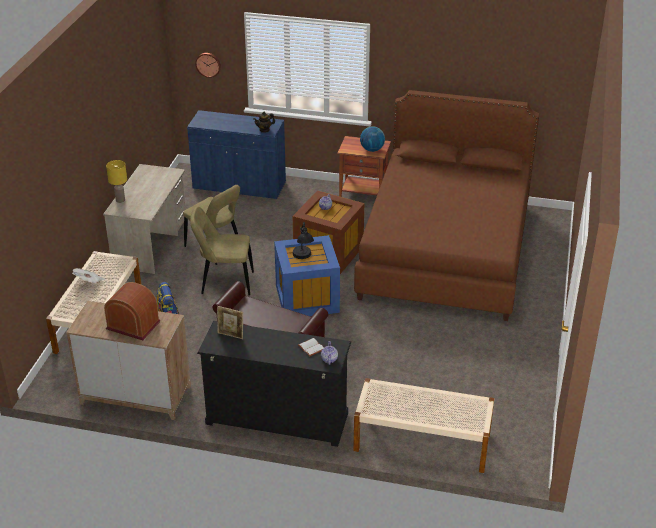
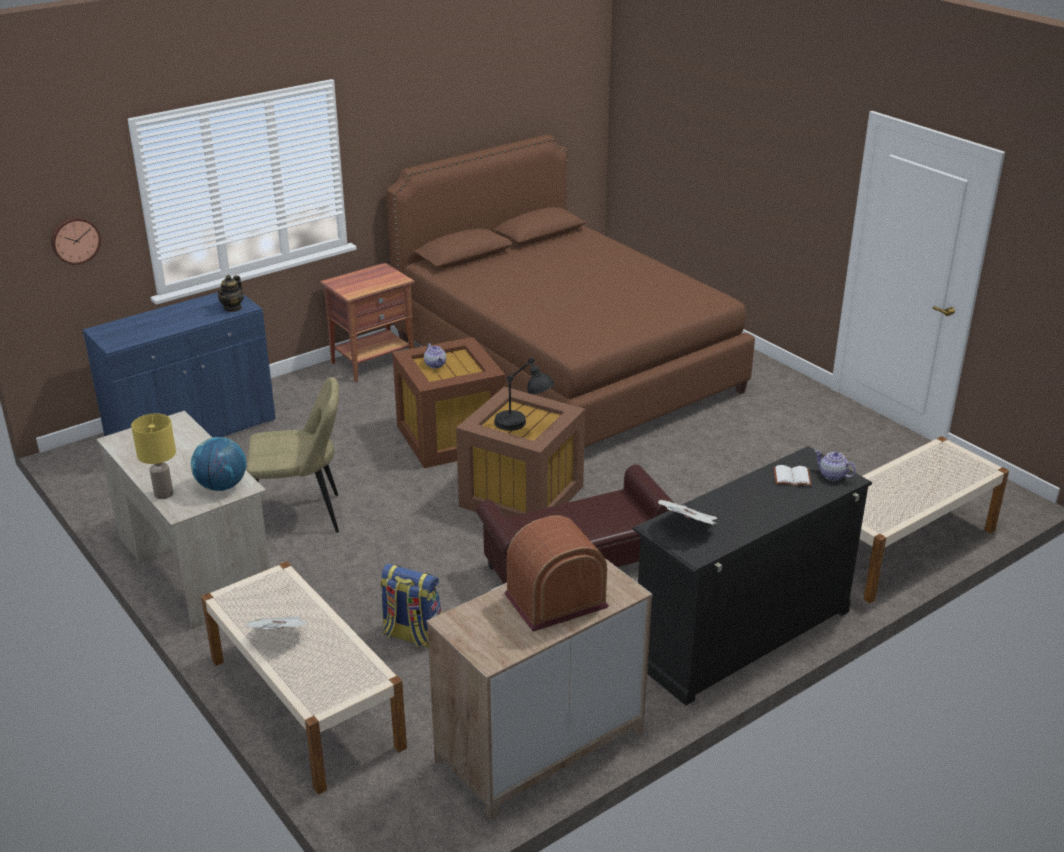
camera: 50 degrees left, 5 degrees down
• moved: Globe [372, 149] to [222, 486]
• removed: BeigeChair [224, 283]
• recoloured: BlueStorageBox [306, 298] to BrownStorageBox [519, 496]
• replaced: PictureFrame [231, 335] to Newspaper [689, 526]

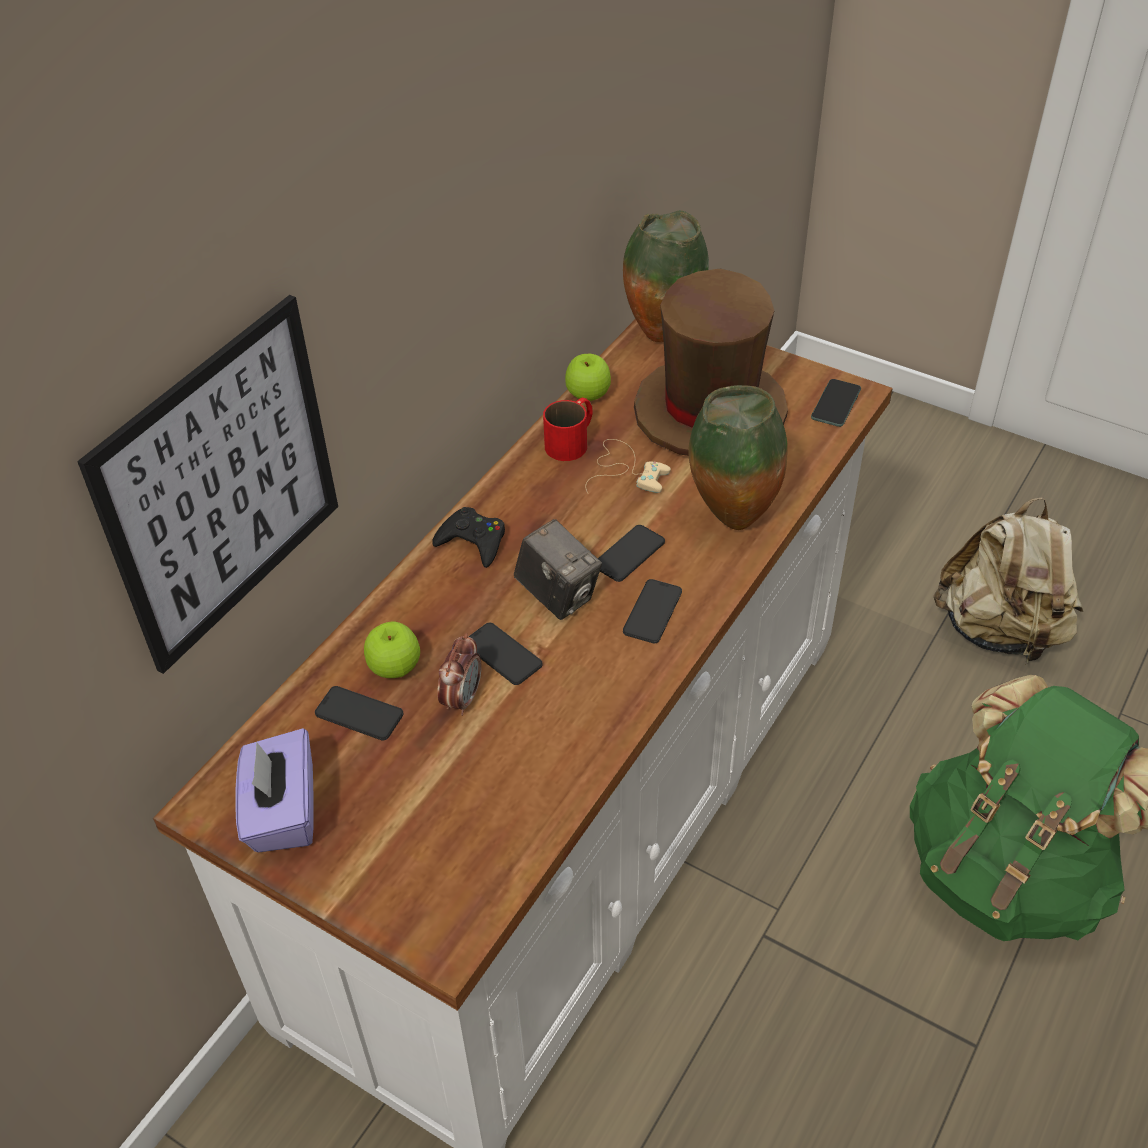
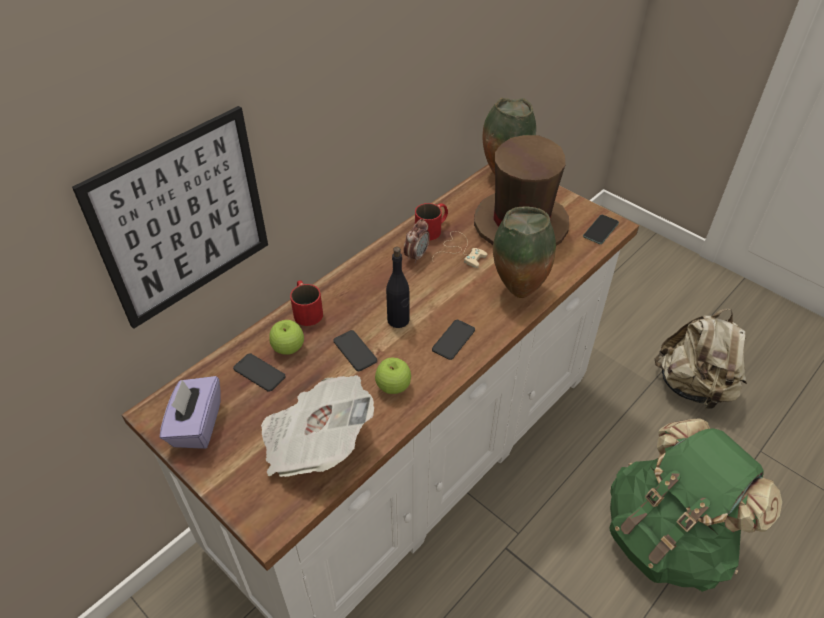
camera: 10 degrees right, 0 degrees up
• moved: Apple [588, 395] to [393, 387]
• removed: BlackGameController [473, 542]
• replaced: PhotoCamera [558, 595] to BlackBottle [398, 320]
• removed: Phone [629, 554]
• moved: AlarmClock [462, 699] to [416, 256]
• added: RedMug [306, 309]
• added: Newspaper [315, 442]

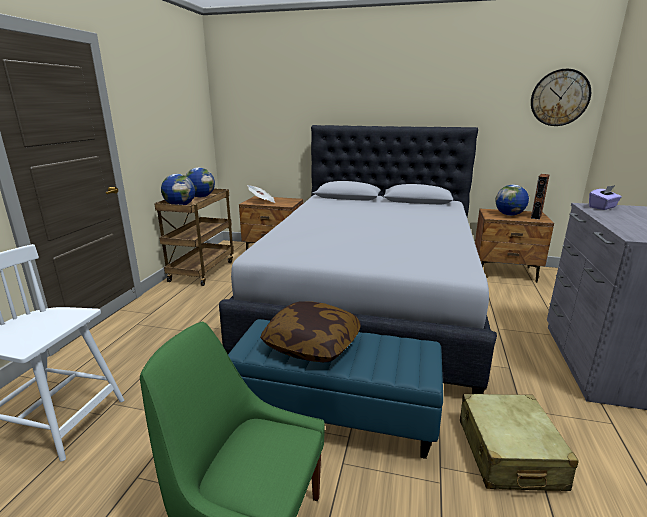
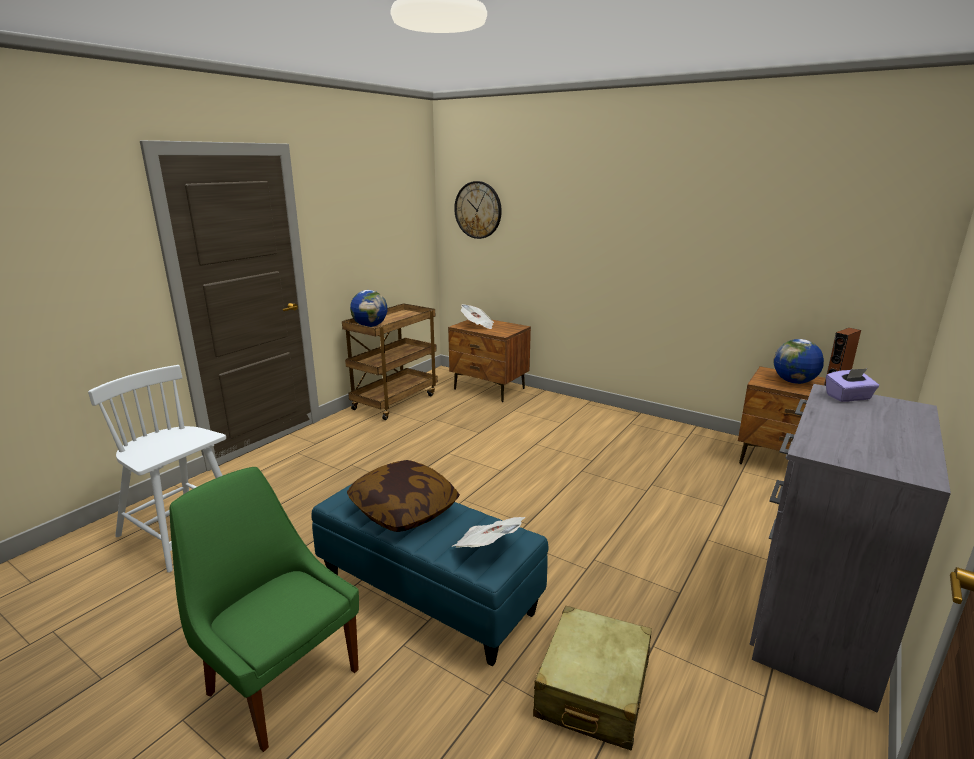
camera: 20 degrees right, 0 degrees up
• moved: WallClock [559, 98] to [478, 210]
• removed: GreyBed [370, 300]
• removed: Globe [201, 197]
• added: Newspaper [488, 548]

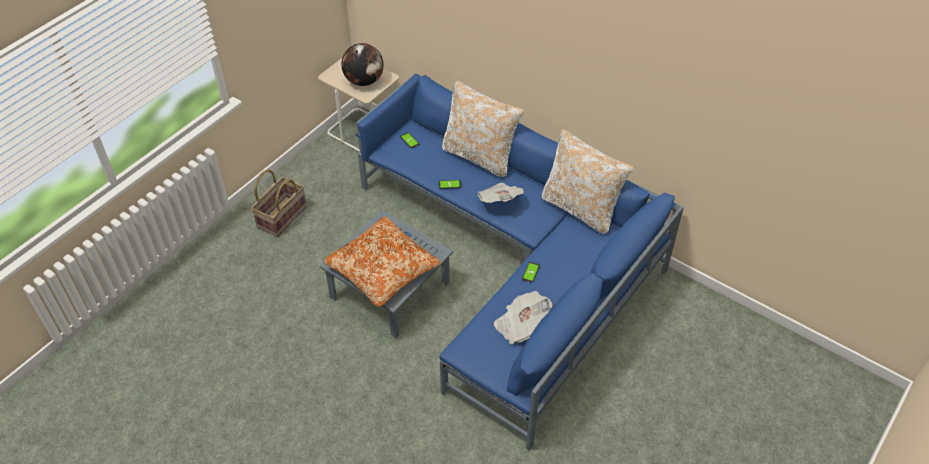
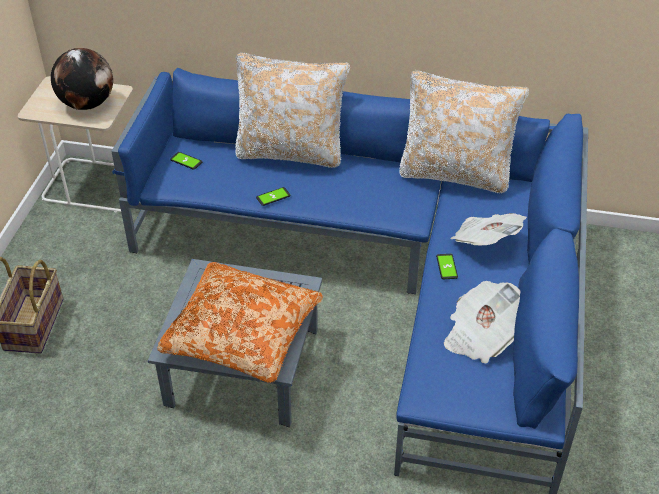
camera: 25 degrees left, 5 degrees down
• moved: Newspaper [499, 201] to [485, 241]

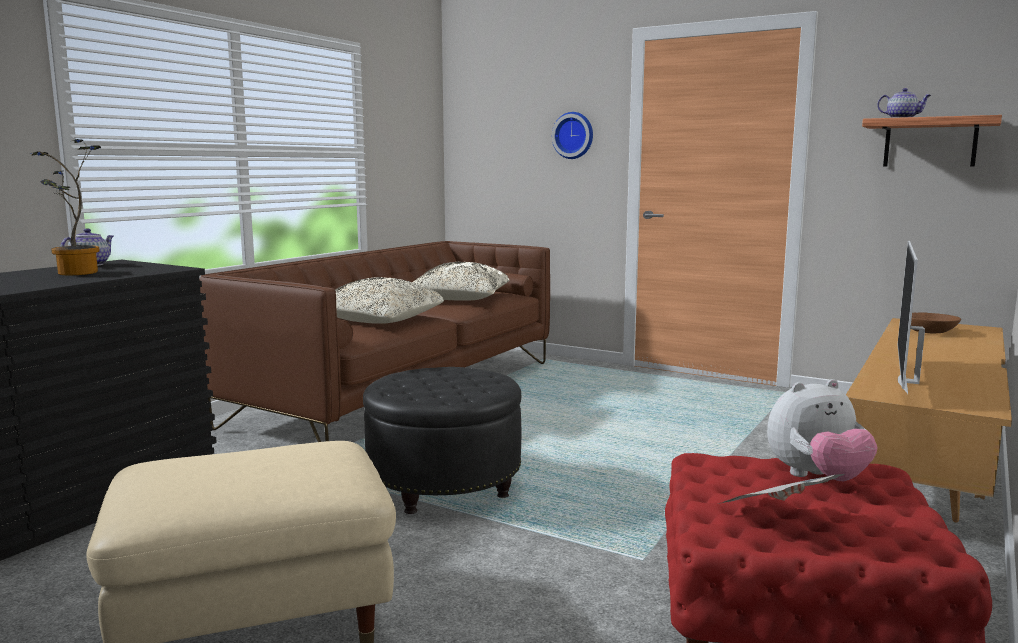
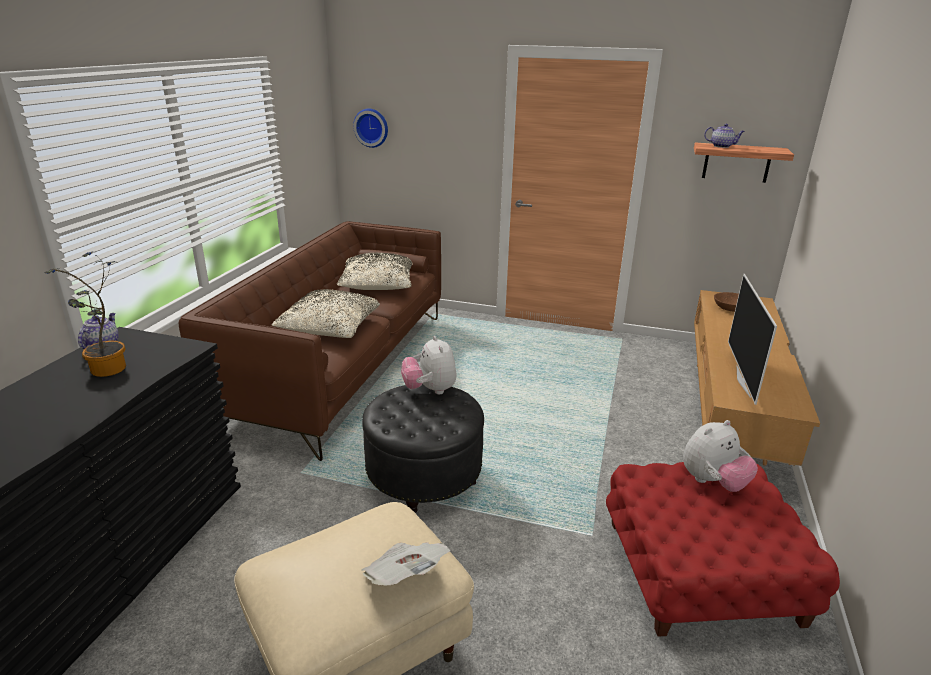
camera: 15 degrees left, 15 degrees up
• moved: WallClock [574, 135] to [372, 127]
• moved: Newspaper [776, 519] to [405, 577]
• added: PlushToy [430, 390]

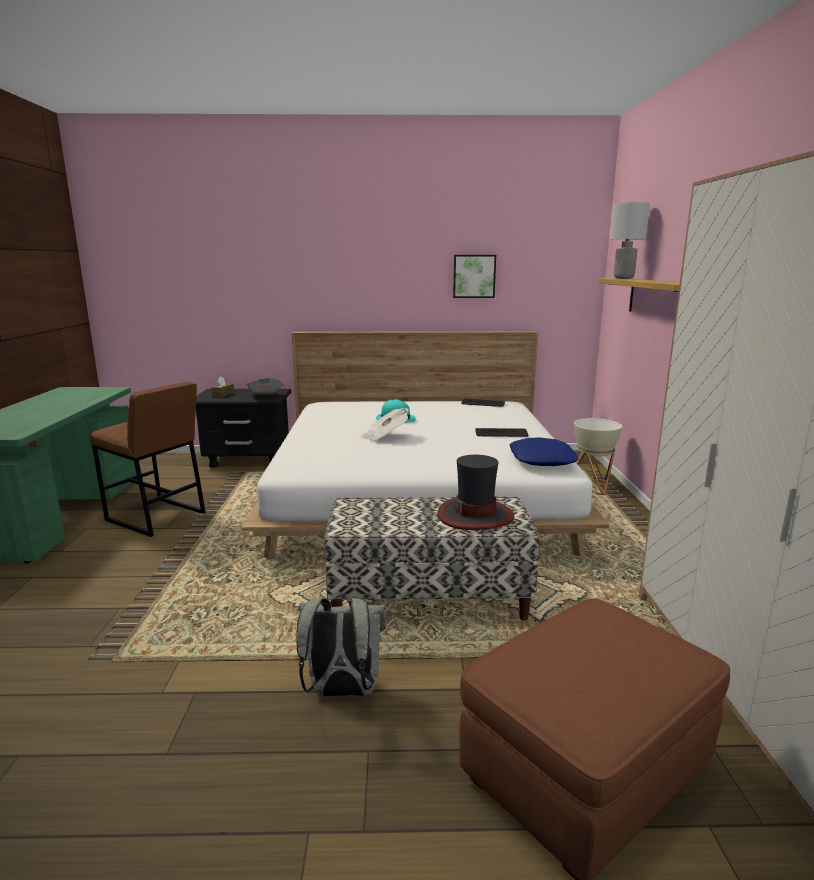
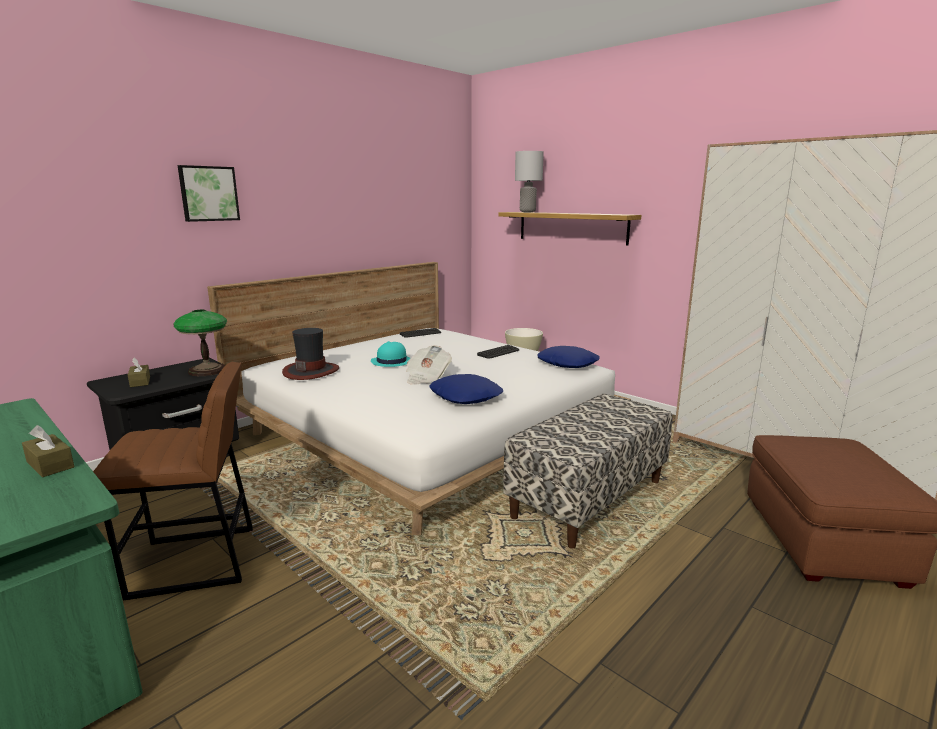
camera: 45 degrees left, 0 degrees up
• moved: Picture [474, 276] to [208, 193]
• replaced: Newspaper [266, 396] to TableLamp [207, 370]
• moved: Hat [475, 515] to [311, 371]
• removed: GreyBackpack [342, 691]
• added: BluePillow [466, 396]
• added: BrownTissueBox [50, 464]

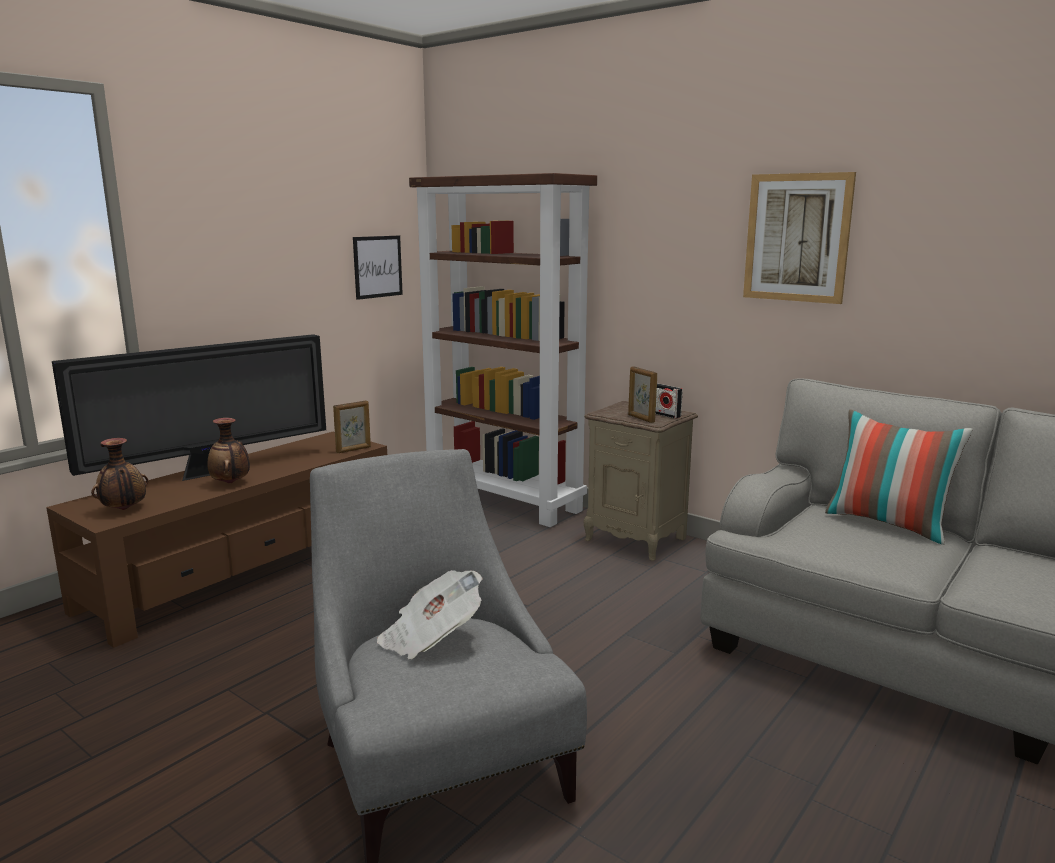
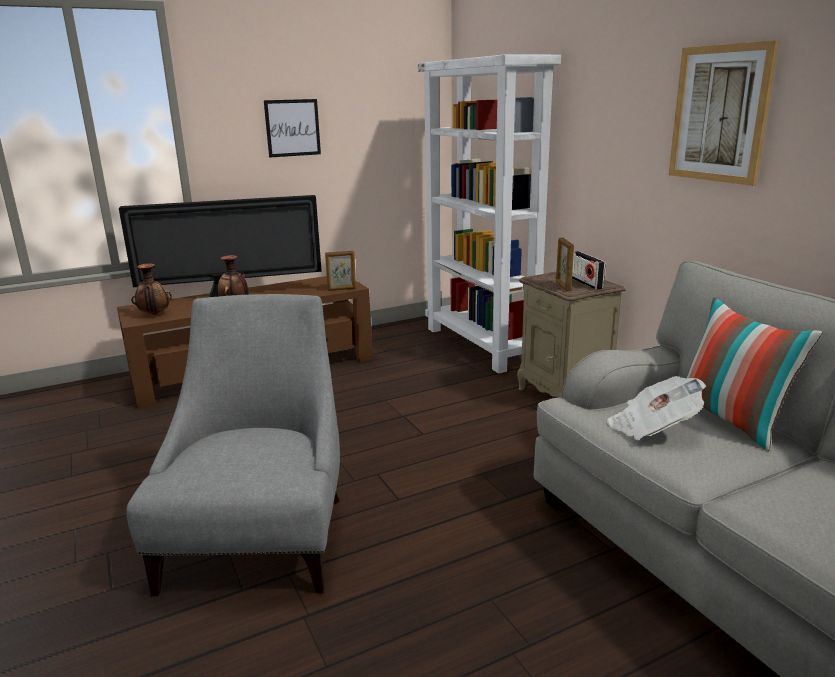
camera: 25 degrees right, 5 degrees up
• recoloured: BrownBookcase [504, 500] to WhiteBookcase [481, 345]
• moved: Picture [377, 266] to [292, 128]
• moved: Newspaper [431, 638] to [652, 428]

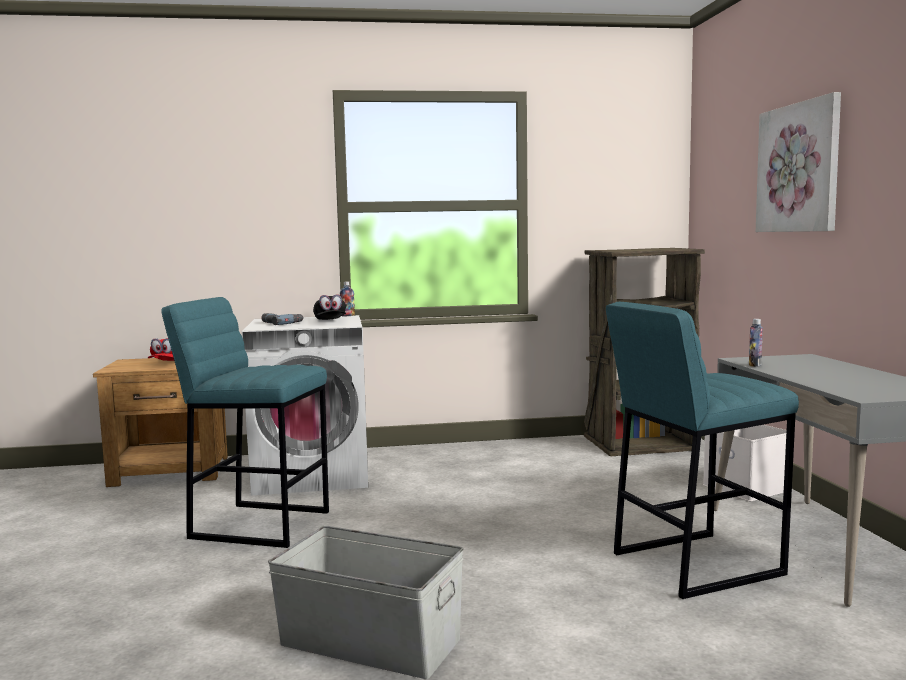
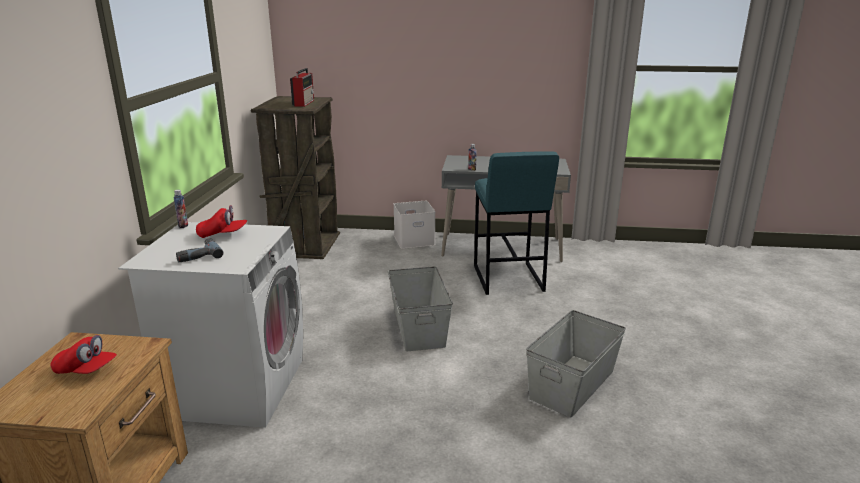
camera: 75 degrees left, 15 degrees up
• removed: Picture [799, 168]
• recoloured: BlackCap [330, 321] to RedCap [222, 234]
• removed: TurquoiseStool [257, 524]
• added: Radio [304, 103]
• added: GreyStorageBox [419, 327]

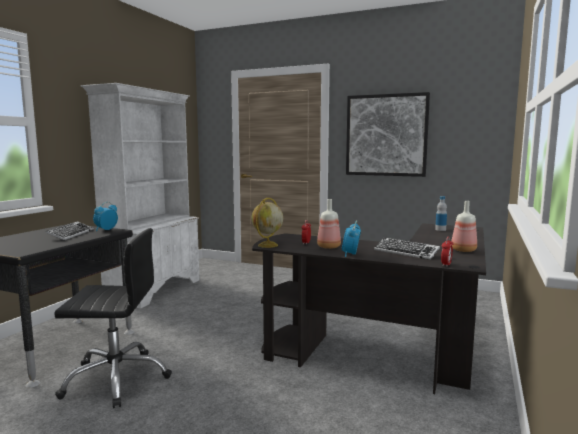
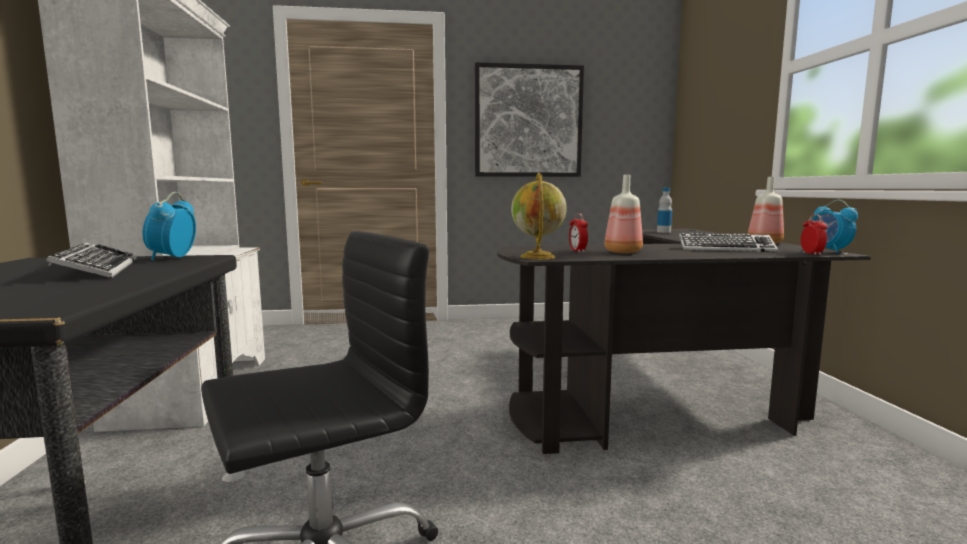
camera: 30 degrees left, 0 degrees up
• moved: AlarmClock [350, 254] to [828, 250]

